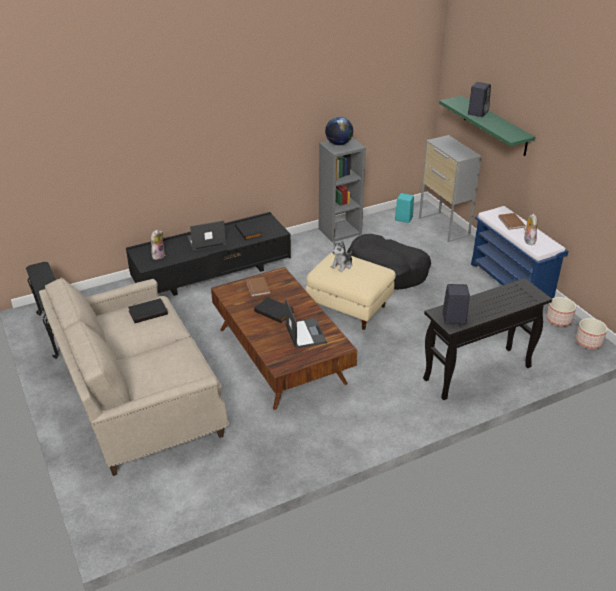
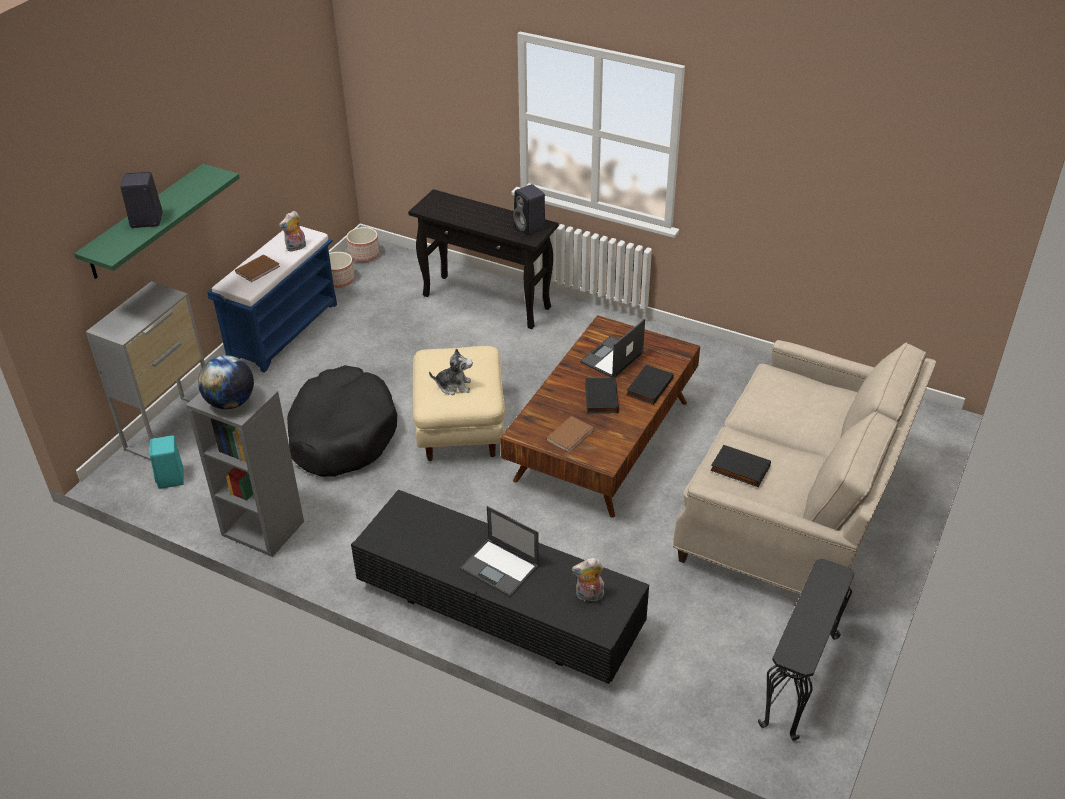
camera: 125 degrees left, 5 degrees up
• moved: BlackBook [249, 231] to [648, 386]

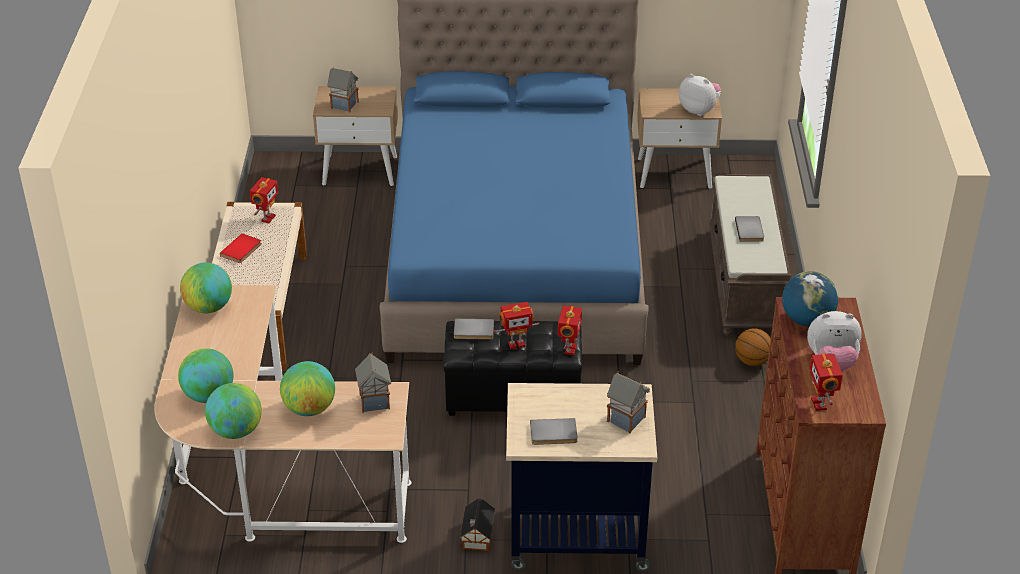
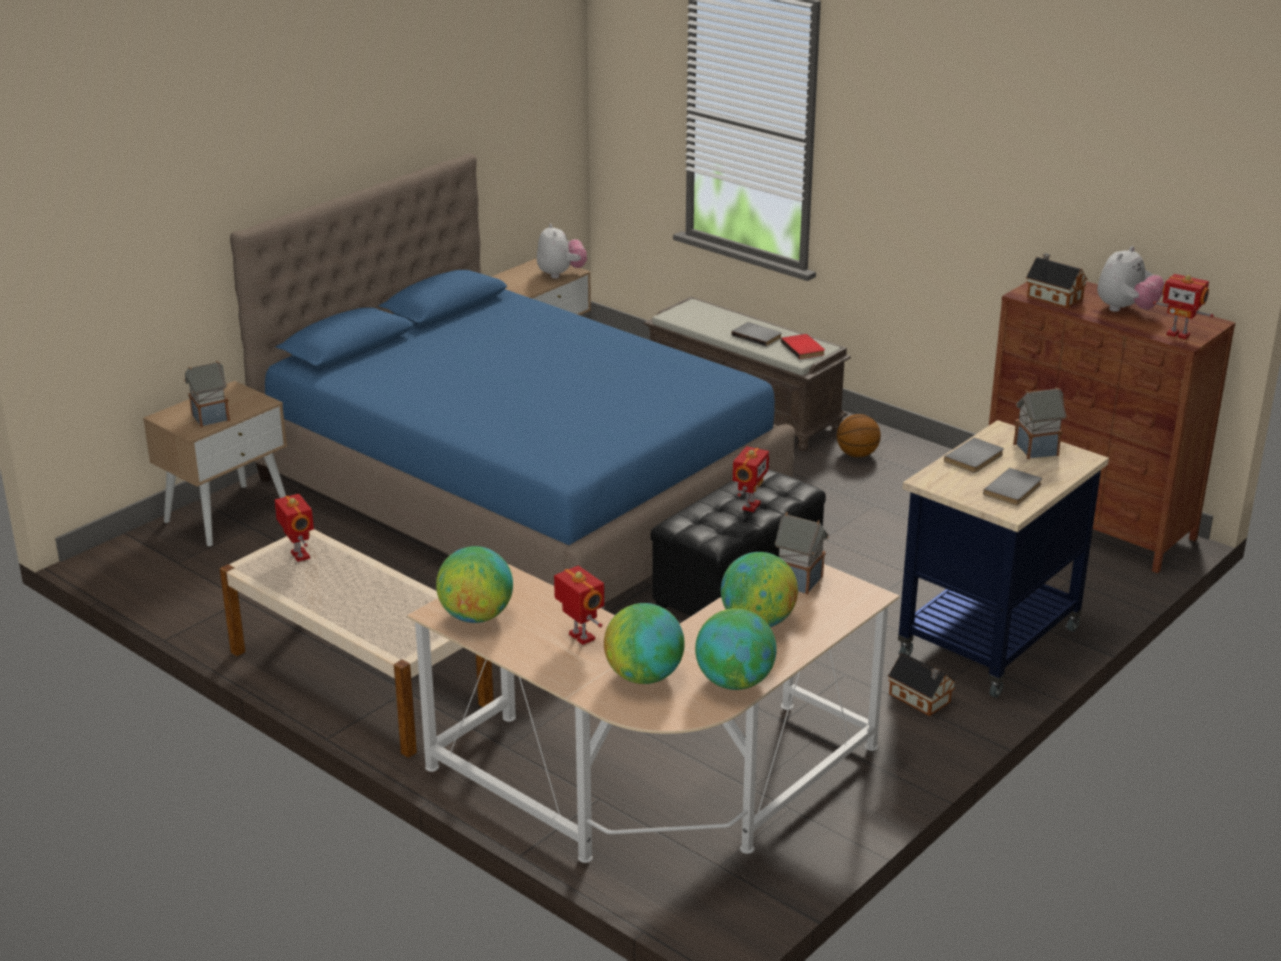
camera: 50 degrees left, 10 degrees down
• turned: PlushToy [699, 110] = [561, 274] 90 degrees clockwise
• moved: RedBook [242, 250] to [804, 348]
• replaced: Globe [806, 320] to ToyHouse [1053, 297]
• moved: ToyRobot [569, 349] to [580, 637]
• moved: GreyBook [473, 331] to [975, 458]

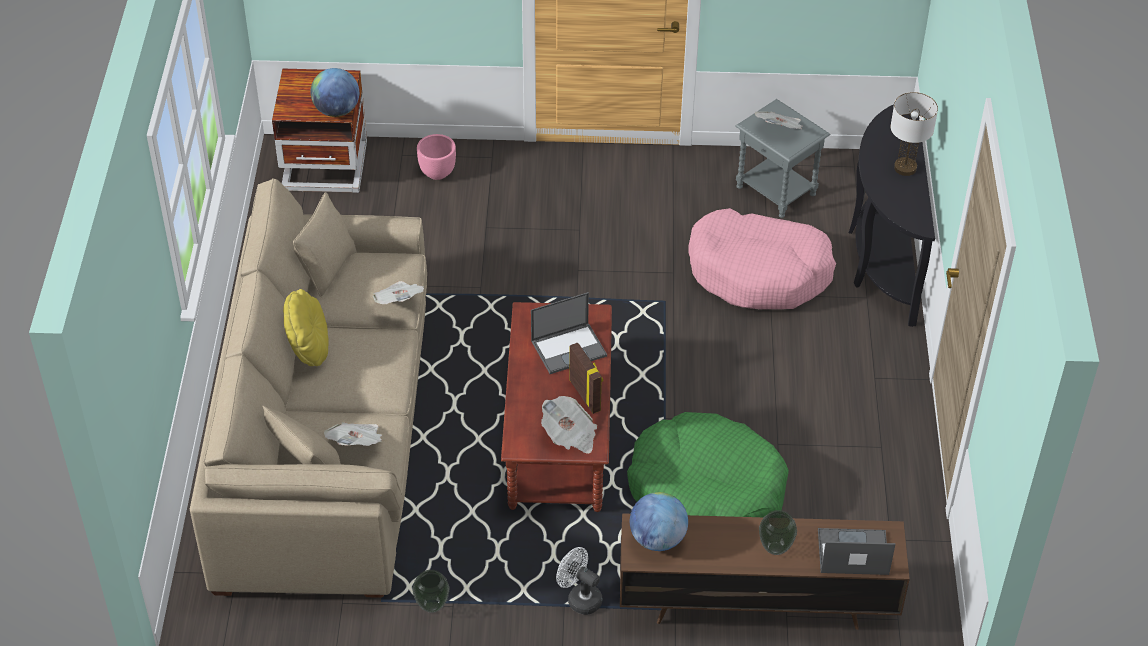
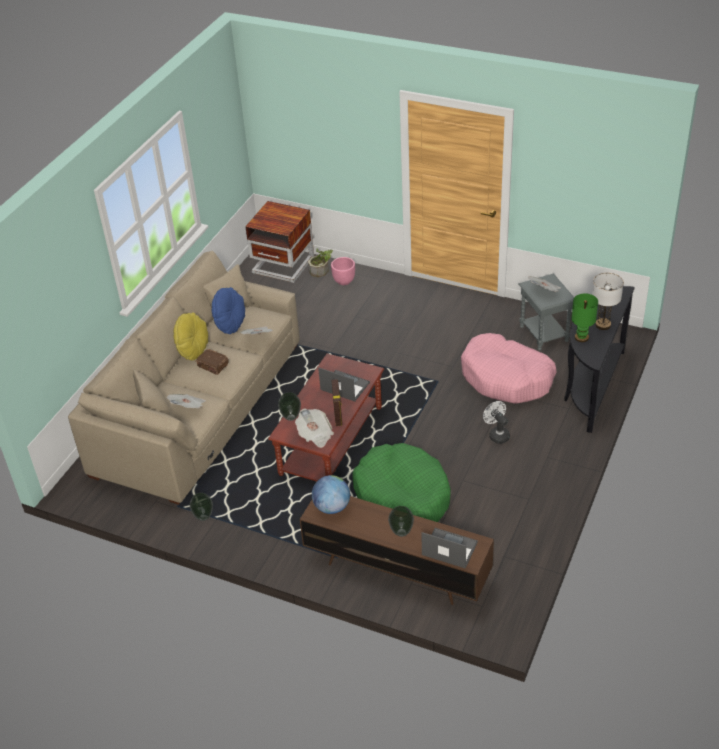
camera: 25 degrees right, 5 degrees down
• removed: Globe [336, 110]
• turned: Laptop [569, 348] = [344, 386] 150 degrees counterclockwise
• moved: WhiteFan [579, 598] to [497, 434]
• added: PottedPlant [321, 270]
• added: BluePillow [231, 326]
• added: GreenTableLamp [581, 337]
• added: BrownBook [213, 366]
• added: Vase [291, 417]

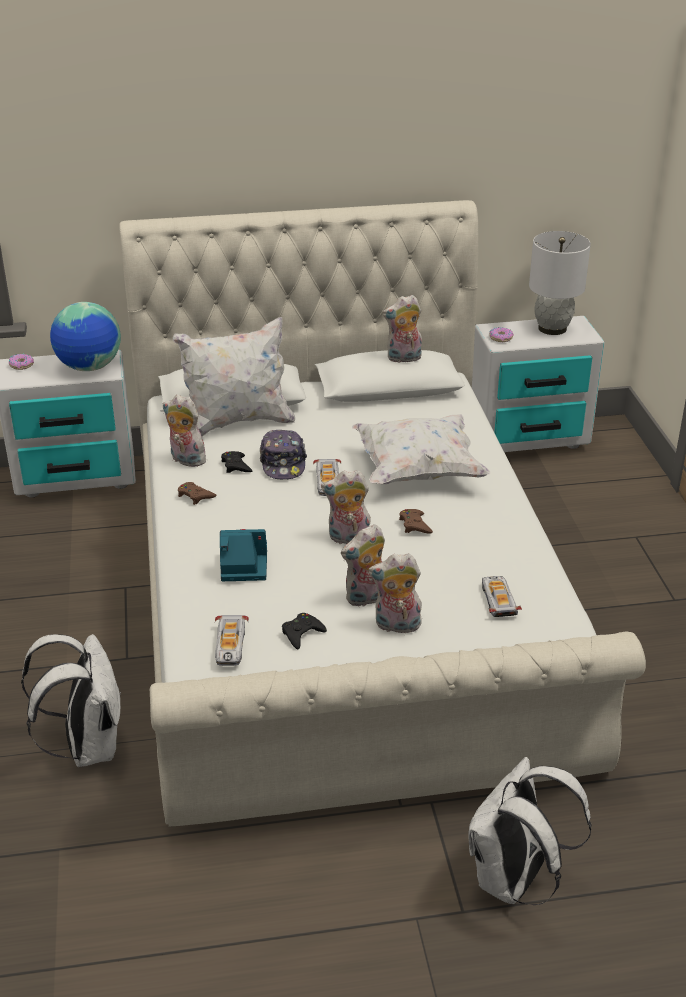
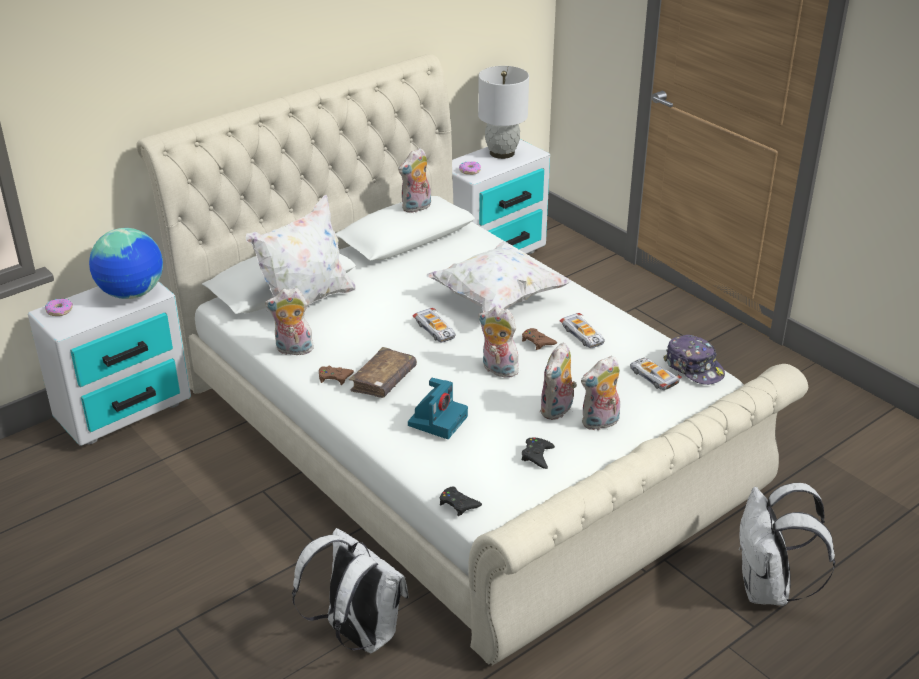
camera: 30 degrees left, 0 degrees up
• moved: Cap [283, 463] to [694, 367]
• moved: BlackGameController [236, 466] to [458, 504]
• turned: PlushToy [348, 539] = [497, 370] 60 degrees clockwise
• turned: PhotoCamera [242, 566] = [438, 420] 150 degrees clockwise
• moved: ToyCar [230, 645] to [583, 335]
• added: BrownBook [383, 380]

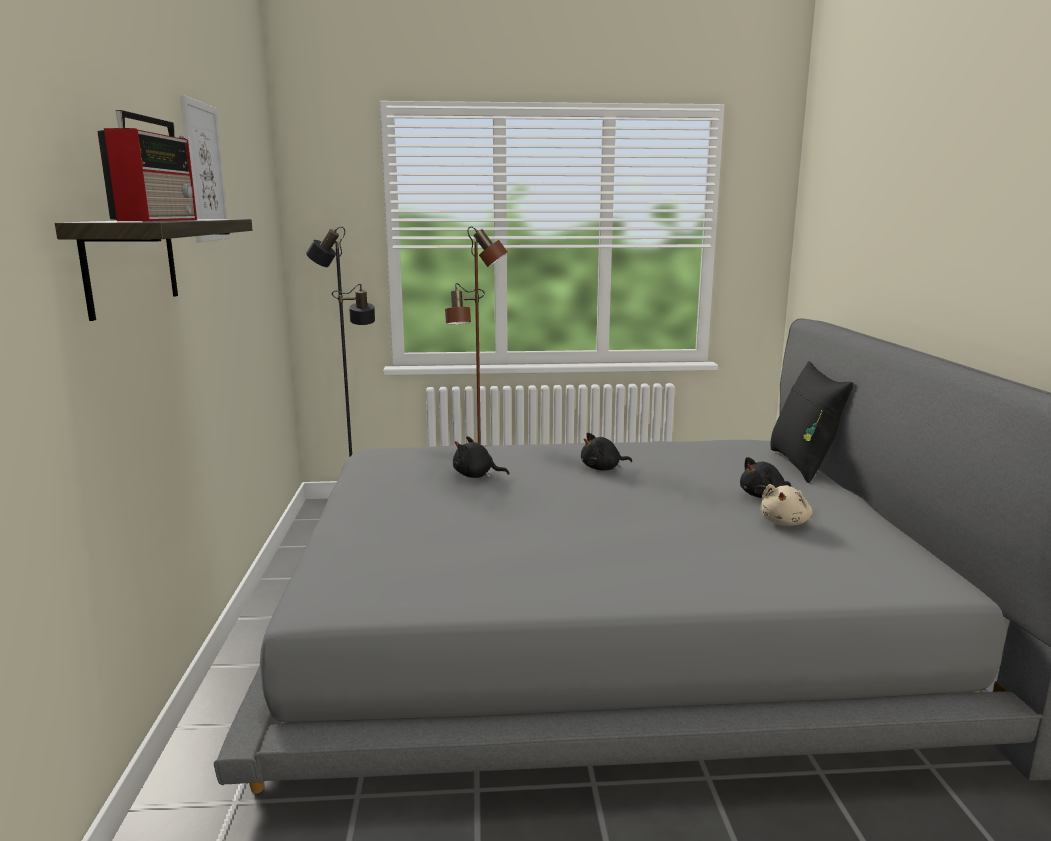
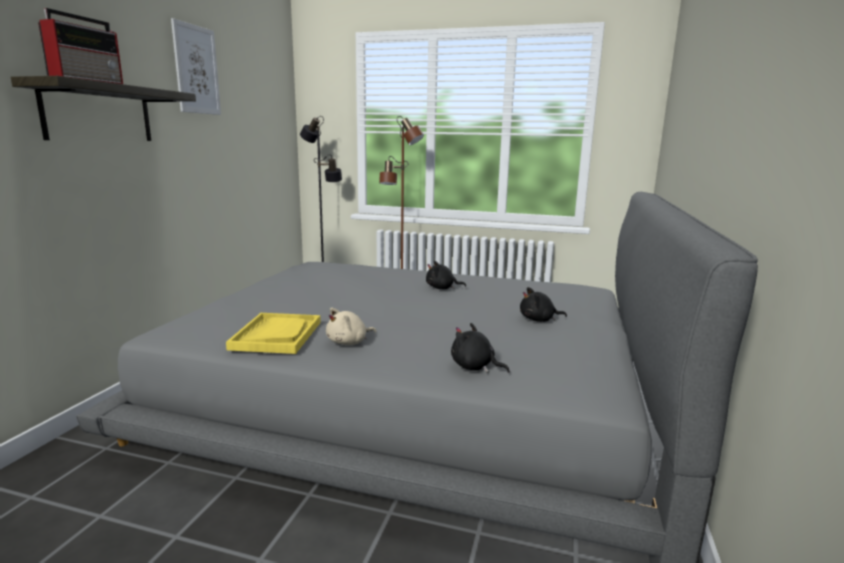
camera: 20 degrees right, 0 degrees up
• removed: BlackPillow [803, 465]
• moved: BlackPlushToy [476, 476] to [474, 367]
• moved: BeigePlushToy [785, 522] to [349, 342]
• added: YellowTray [277, 335]

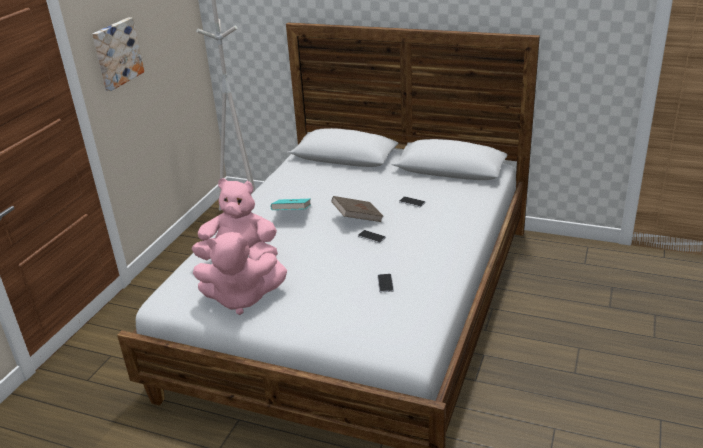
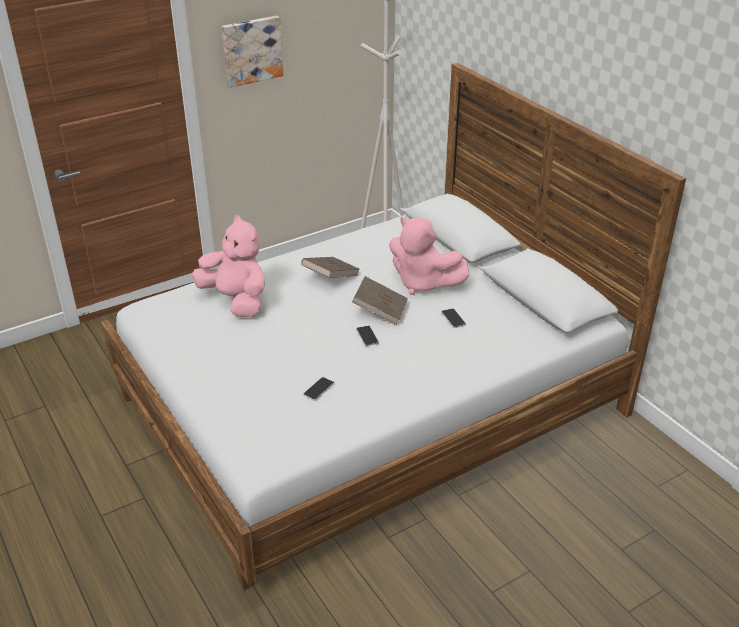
camera: 35 degrees right, 5 degrees up
• recoloured: TurquoiseBook [292, 214] to BrownBook [330, 277]
• moved: PinkPlushToy [241, 299] to [423, 283]

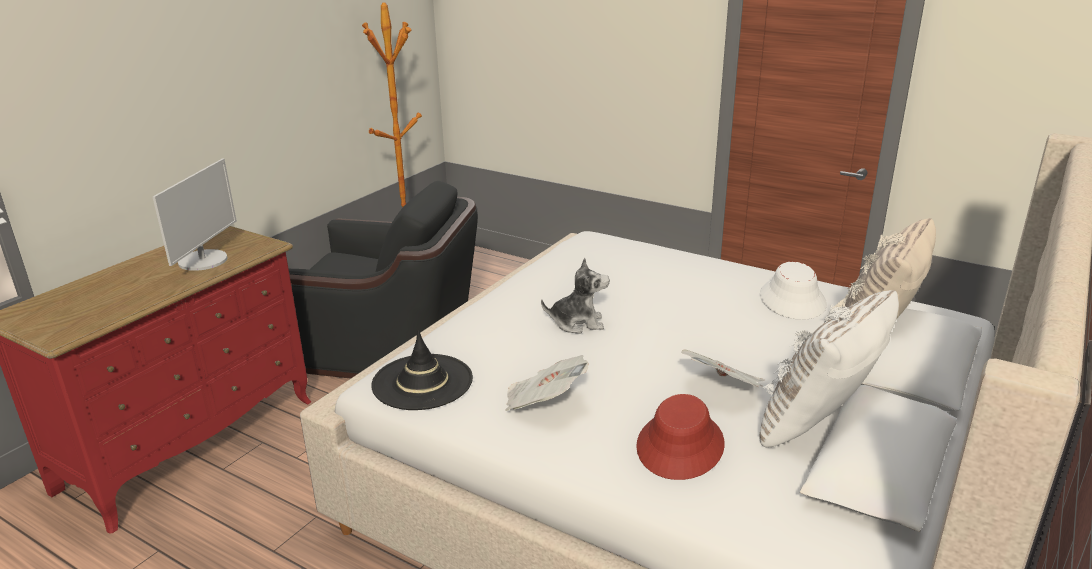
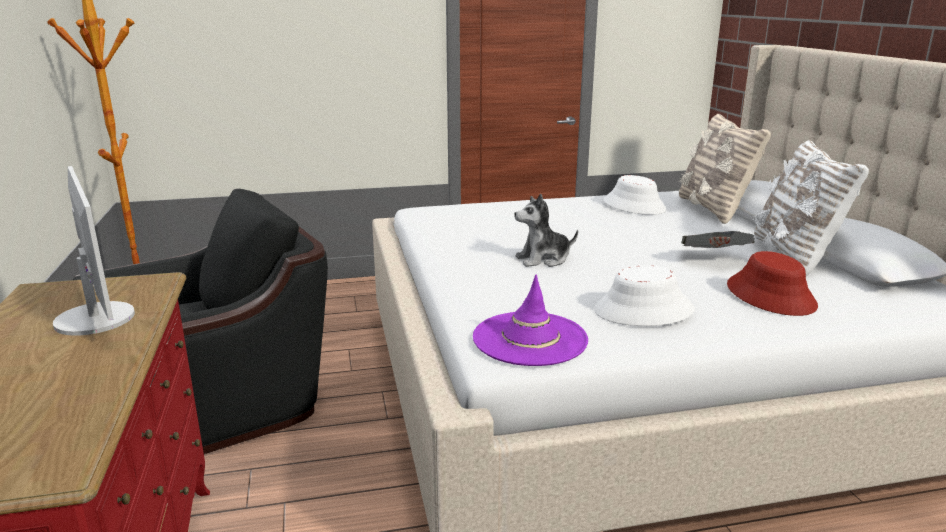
camera: 45 degrees left, 5 degrees down
• turned: PlushToy [577, 323] = [543, 259] 150 degrees counterclockwise
• recoloured: BlackHat [422, 382] to PurpleHat [530, 339]
• replaced: Newspaper [544, 402] to WhiteHat [643, 310]

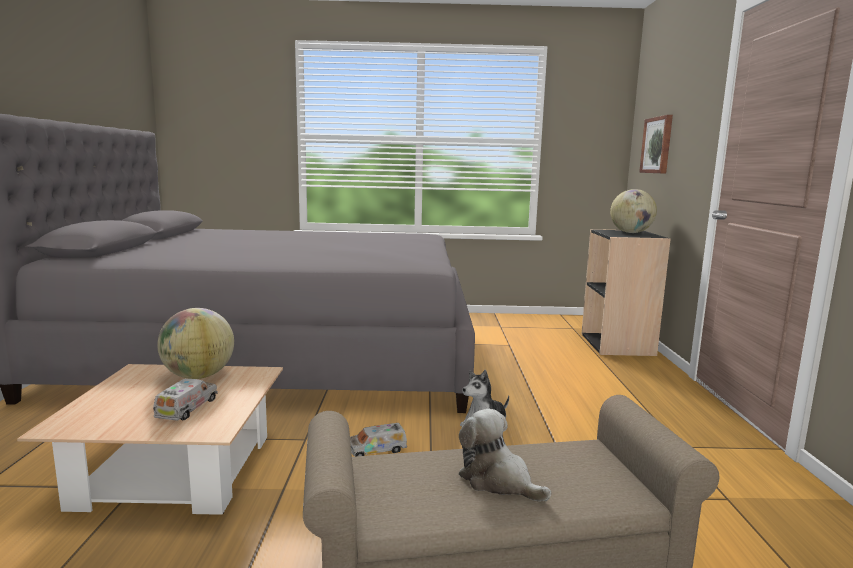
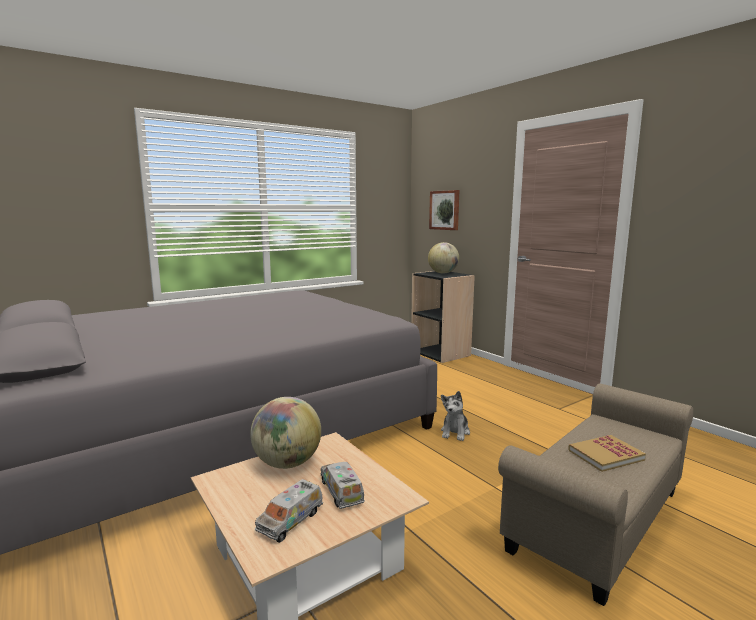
camera: 35 degrees left, 0 degrees up
• replaced: PlushToy [498, 480] to Book [605, 455]
• moved: ToyTruck [377, 450] to [290, 520]

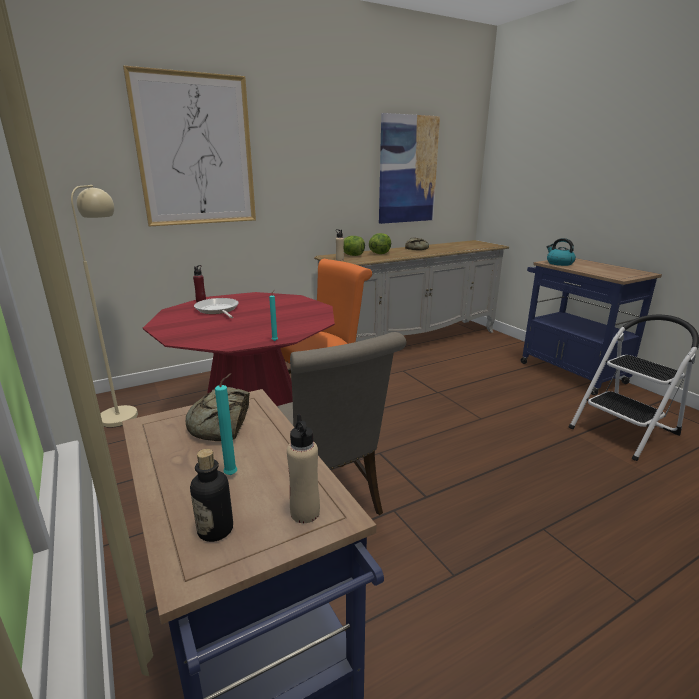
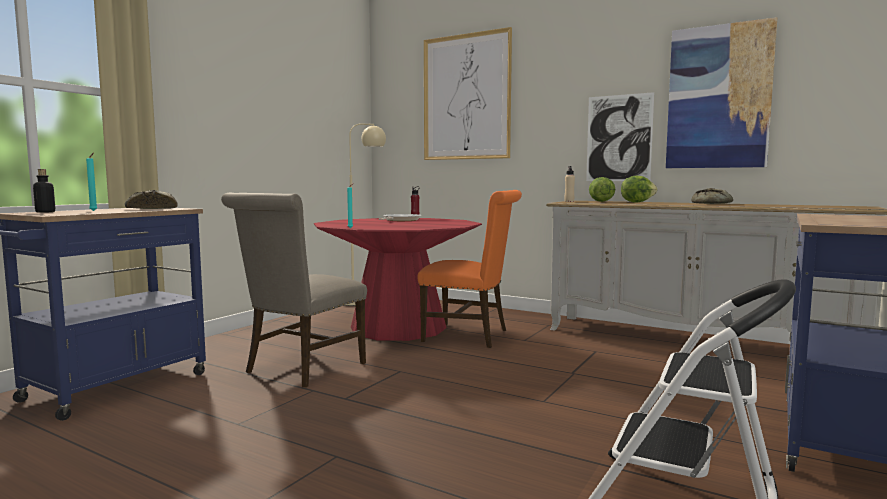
camera: 60 degrees right, 15 degrees down
• removed: Kettle [559, 263]
• removed: BeigeBottle [305, 513]
• added: Picture [619, 138]

